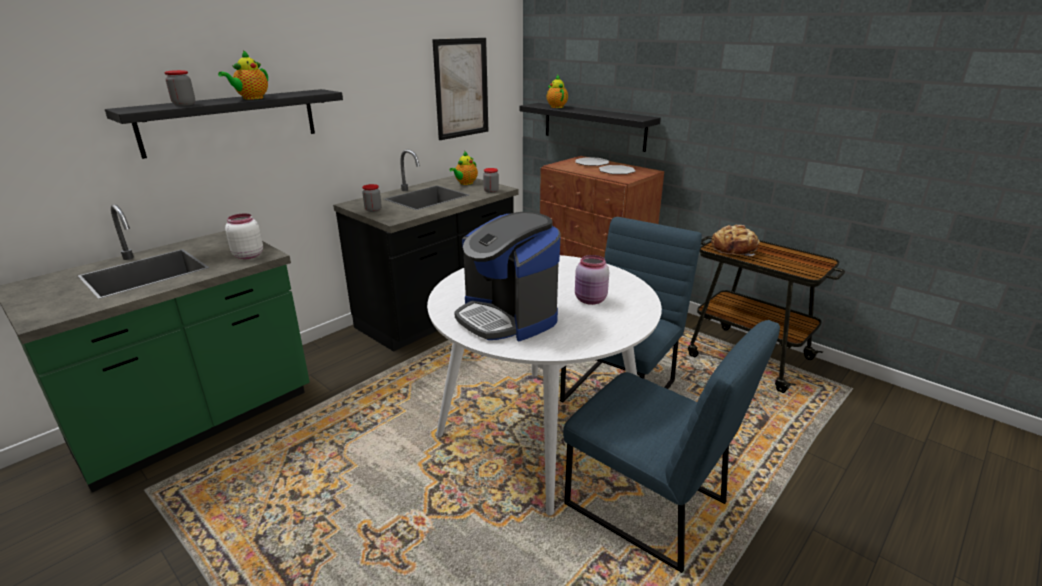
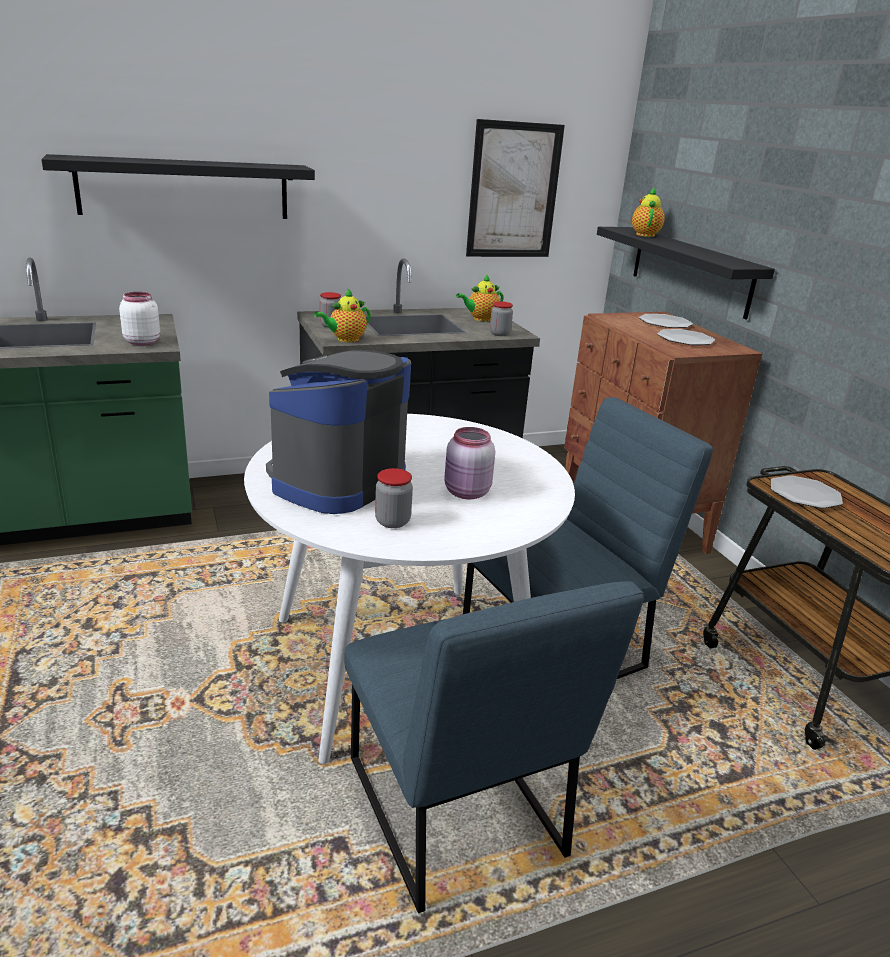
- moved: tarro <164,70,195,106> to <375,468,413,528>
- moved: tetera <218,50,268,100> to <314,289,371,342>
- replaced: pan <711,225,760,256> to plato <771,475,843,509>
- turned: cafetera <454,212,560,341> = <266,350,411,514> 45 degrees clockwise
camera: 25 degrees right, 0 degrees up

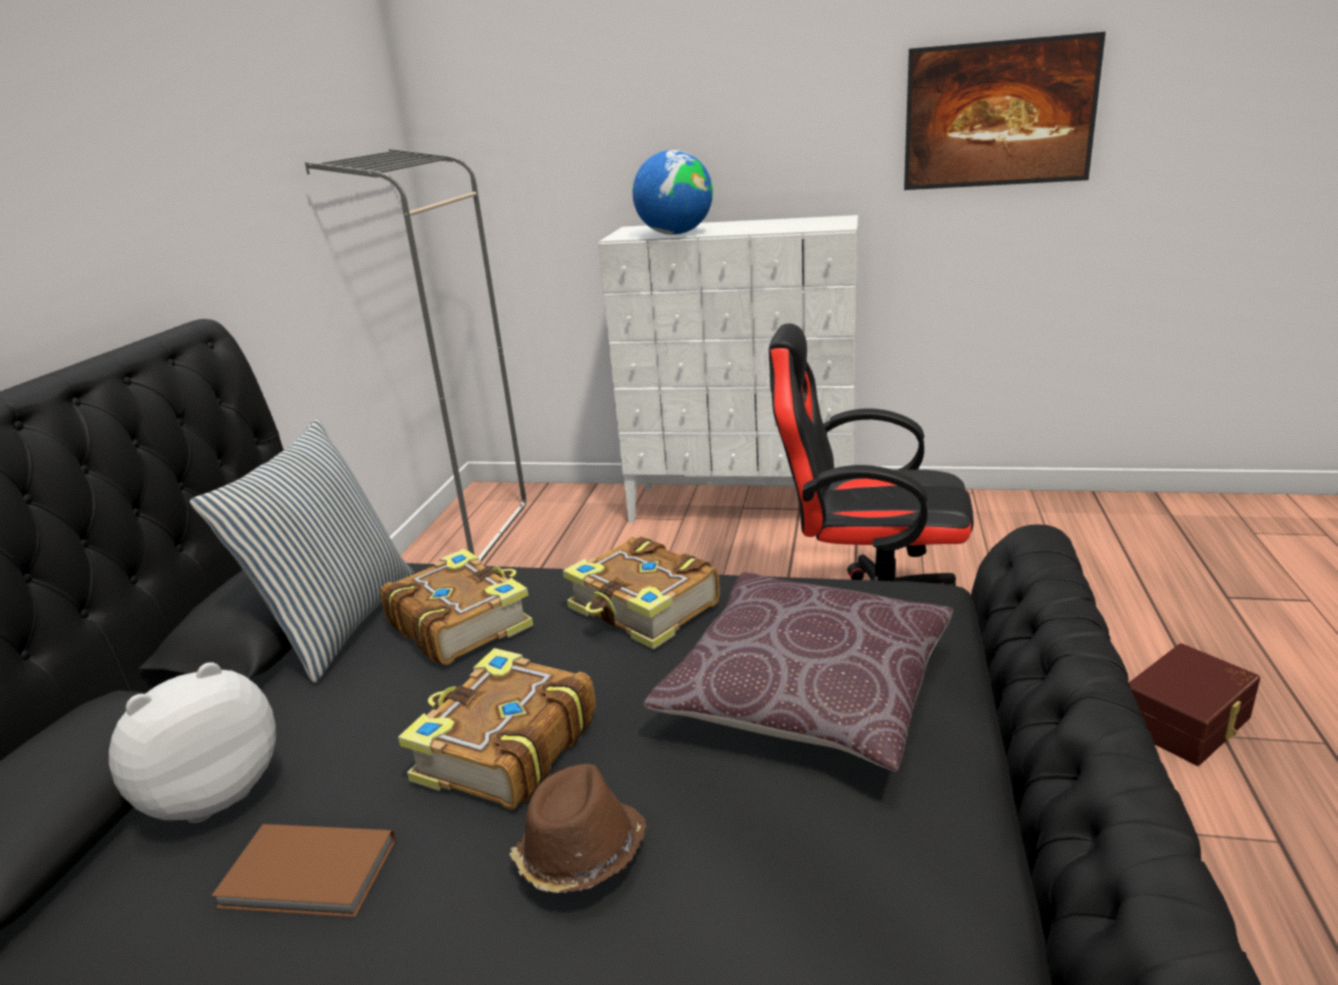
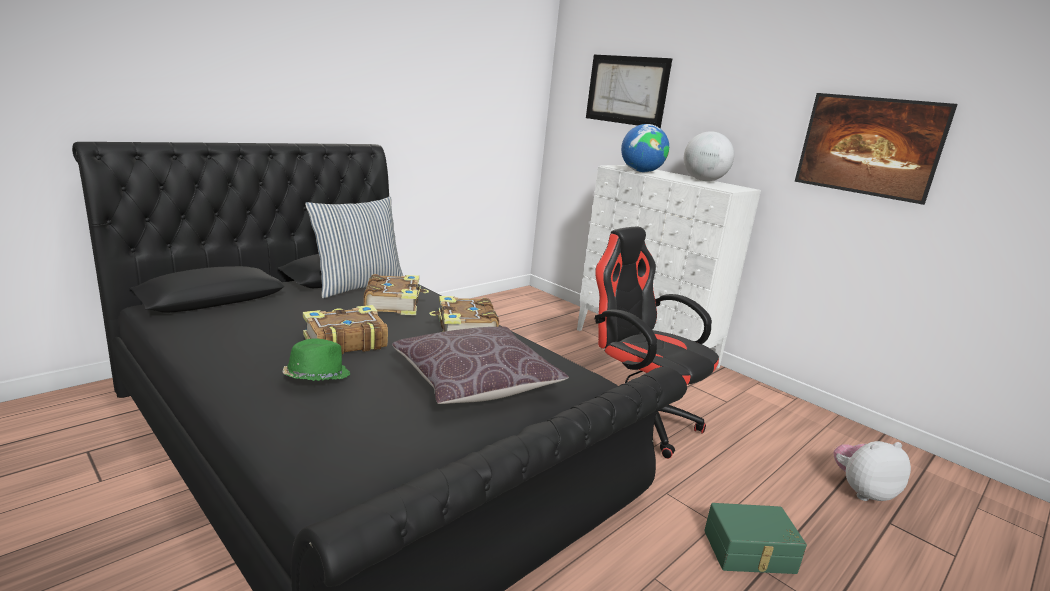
- removed: libro [marrón] <211,824,395,917>
- removed: perchero [gris] <305,149,526,562>
- added: cuadro <586,55,672,129>
- added: globo terráqueo <684,131,734,181>
- moved: peluche <109,662,276,823> to <833,441,911,501>
- recoloured: sombrero [marrón] <509,764,646,893> to sombrero [verde] <282,338,350,381>
- recoloured: caja de almacenaje [marrón] <1129,643,1260,766> to caja de almacenaje [verde] <704,503,807,574>
camera: 30 degrees right, 5 degrees down

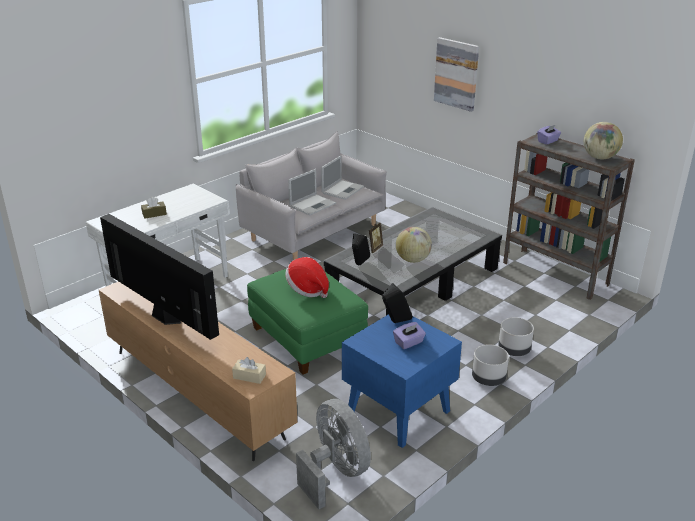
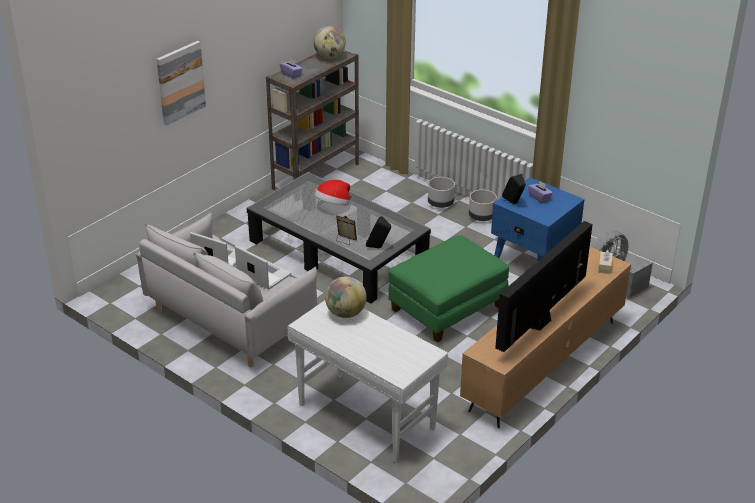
- removed: caja de pañuelos [marrón] <141,197,167,219>
- moved: sombrero <285,257,329,298> to <314,180,350,206>
- moved: globo terráqueo <396,227,432,263> to <325,276,367,318>
camera: 95 degrees left, 5 degrees up

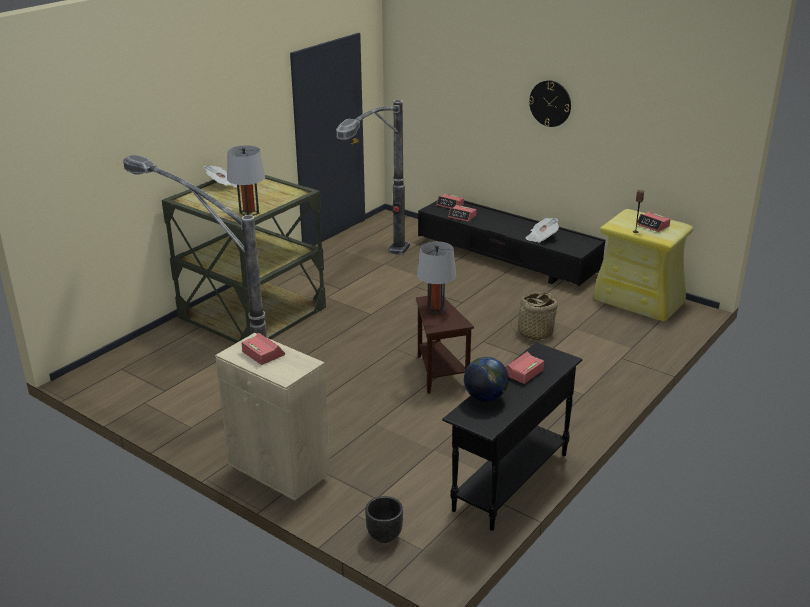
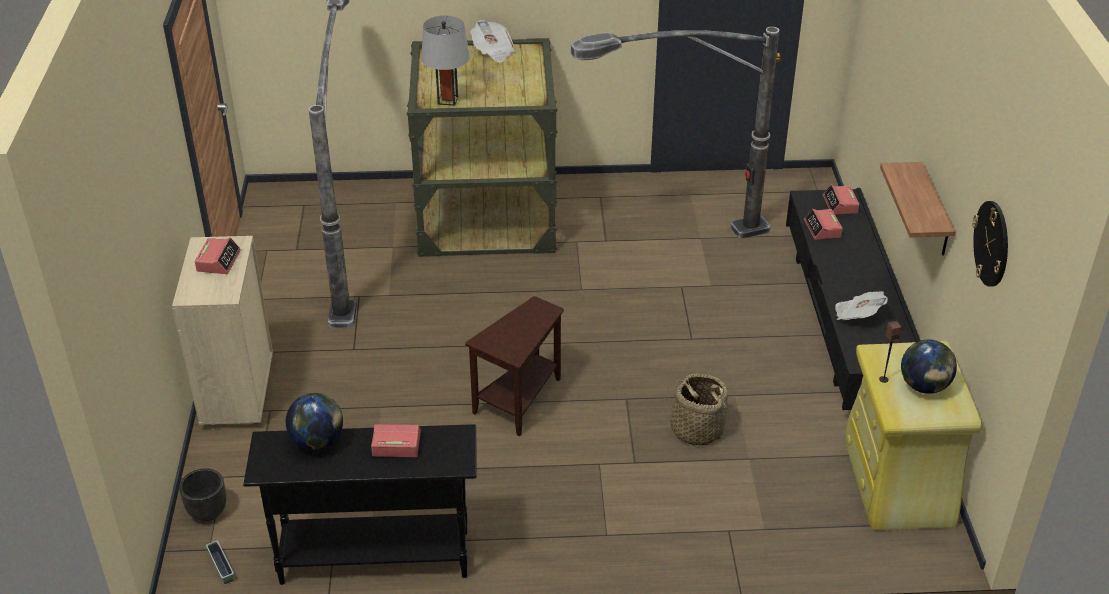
- removed: lámpara de mesa [gris] <417,241,456,314>
- added: maceta <206,541,234,584>
- added: estante <880,162,955,255>
- moved: reloj de pared <529,80,571,127> to <972,201,1008,287>
- replaced: despertador <637,212,671,232> to globo terráqueo <901,340,957,394>
camera: 50 degrees right, 10 degrees up

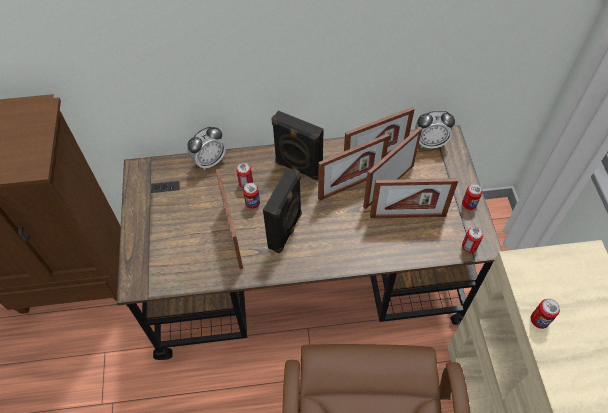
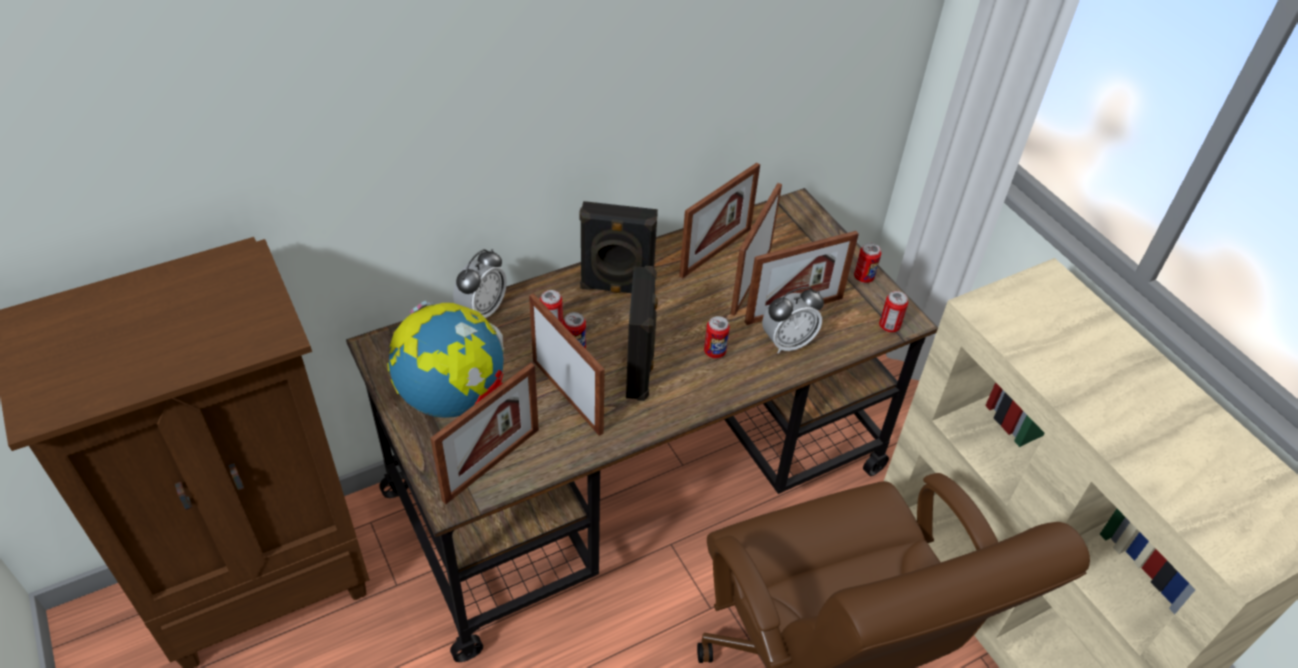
- added: globo terráqueo <387,301,504,418>
- moved: portarretratos <318,133,389,201> to <430,363,539,504>
- moved: despertador <415,110,455,148> to <762,287,824,354>
- moved: lata <530,299,560,329> to <704,316,730,358>
camera: 25 degrees left, 10 degrees down

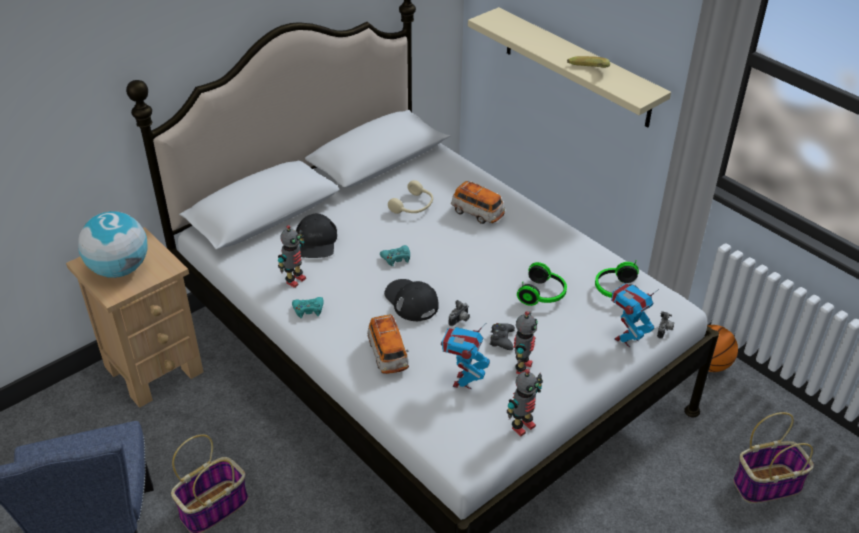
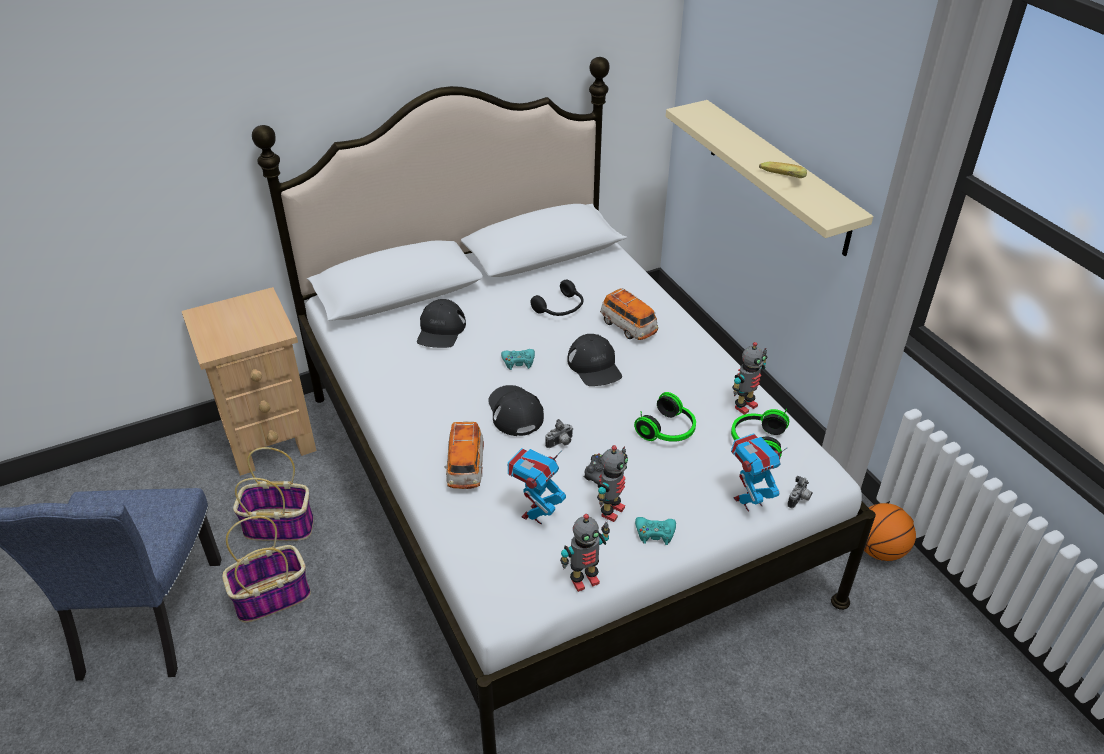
- removed: globo terráqueo <78,211,148,278>
- added: gorra [negro] <567,334,622,386>
- moved: robot de juguete <278,225,306,288> to <732,342,767,415>
- moved: mando de consola [turquesa] <292,297,324,318> to <635,517,676,545>
- moved: cesta <733,412,814,503> to <233,447,314,541>
- recoloured: auriculares [beis] <388,180,433,214> to auriculares [negro] <531,280,584,316>
camera: 15 degrees right, 0 degrees up

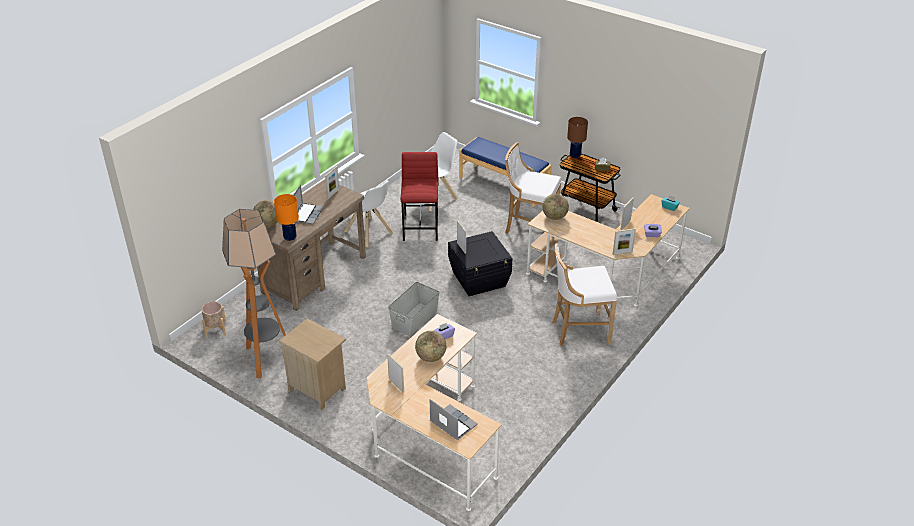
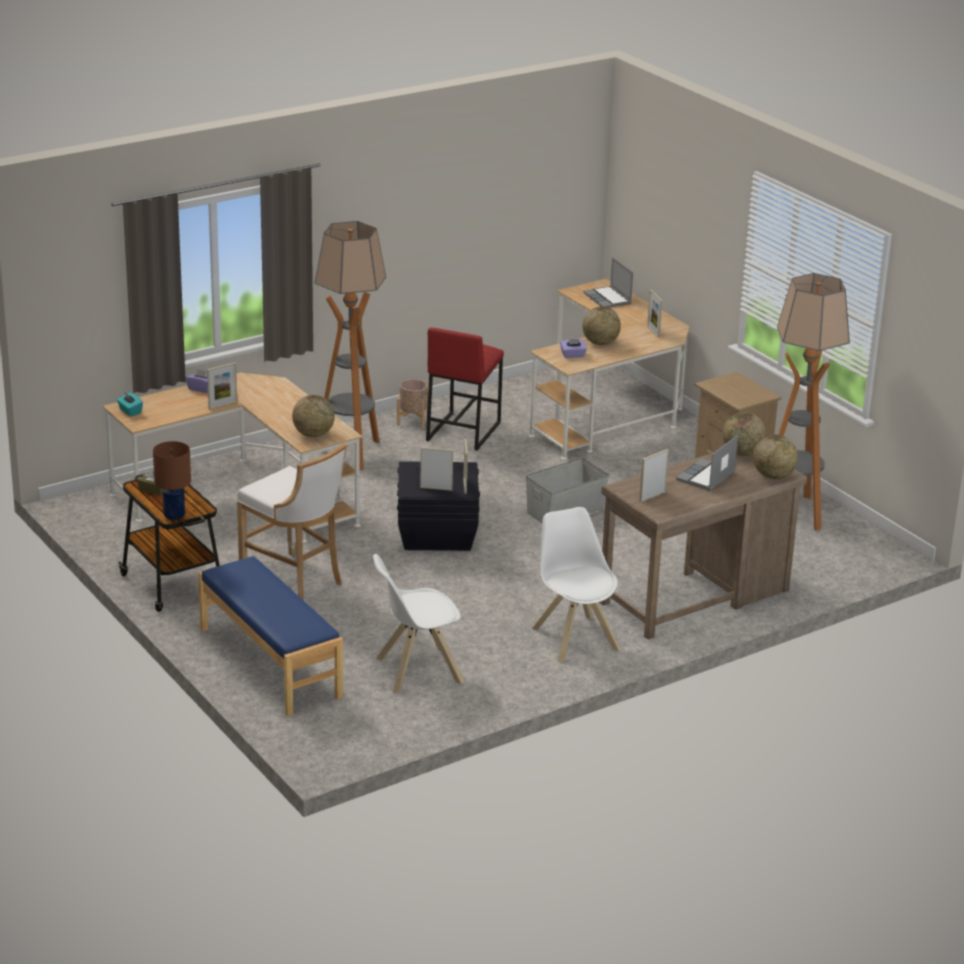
- moved: maceta [beis] <201,301,226,337> to <397,379,428,429>
- moved: taburete [rojo] <401,152,438,241> to <426,328,504,451>
- moved: portarretratos <613,228,636,255> to <420,447,453,491>
- replaced: lámpara de mesa [naranja] <274,194,299,241> to globo terráqueo <722,412,766,456>
- replaced: taburete [blanco] <552,243,617,346> to lámpara de pie <315,221,386,471>
camera: 160 degrees left, 10 degrees down

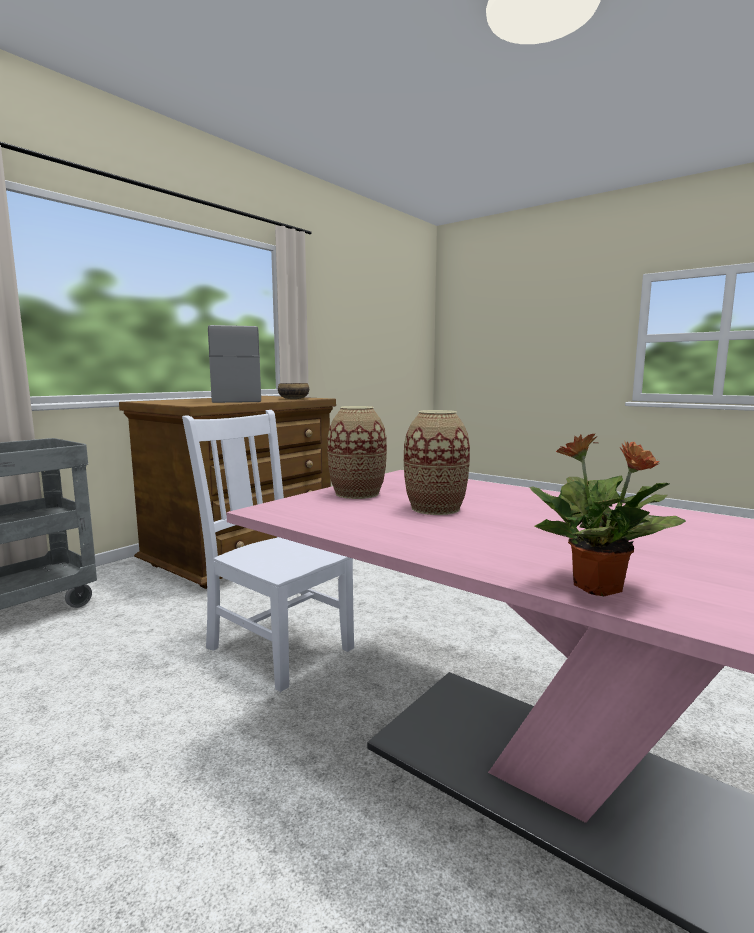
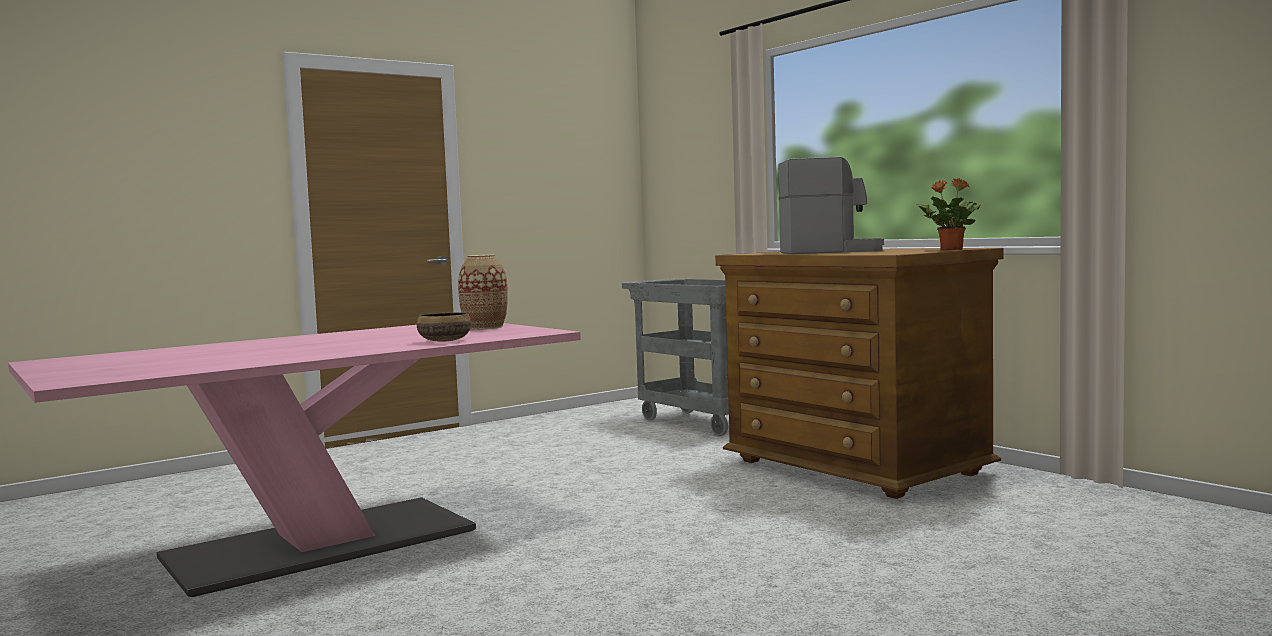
- removed: silla [blanco] <182,410,354,692>
- removed: florero <404,410,470,515>
- moved: cuenco <278,383,309,399> to <417,312,471,342>
- moved: planta en maceta <529,434,686,596> to <916,178,985,250>
camera: 105 degrees right, 5 degrees down

